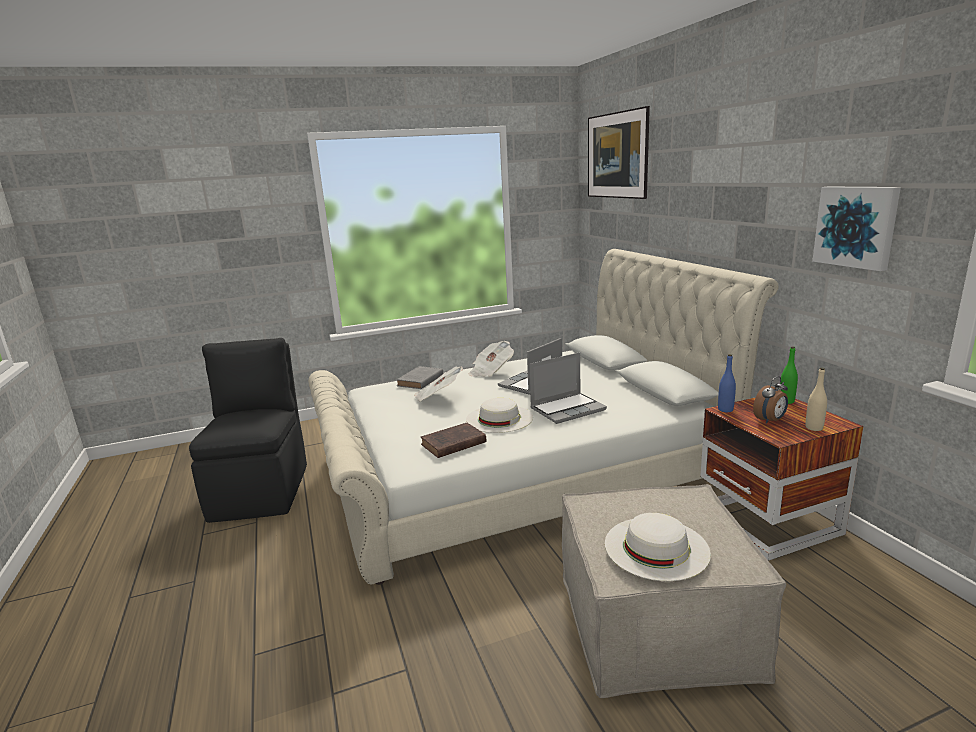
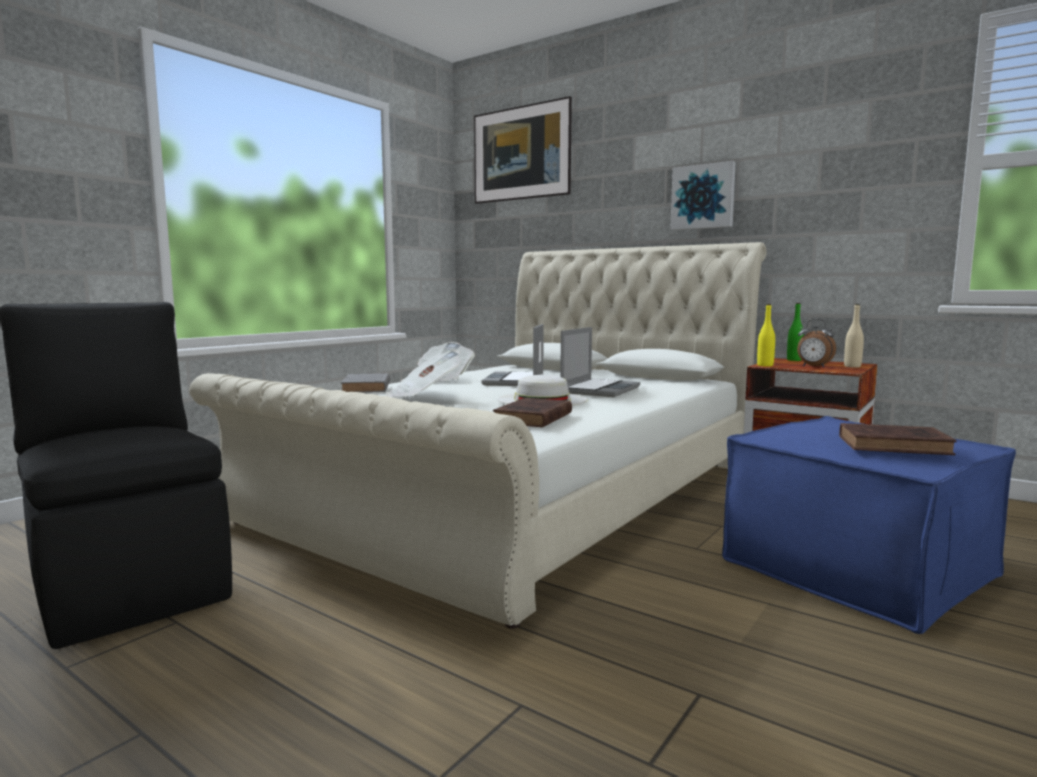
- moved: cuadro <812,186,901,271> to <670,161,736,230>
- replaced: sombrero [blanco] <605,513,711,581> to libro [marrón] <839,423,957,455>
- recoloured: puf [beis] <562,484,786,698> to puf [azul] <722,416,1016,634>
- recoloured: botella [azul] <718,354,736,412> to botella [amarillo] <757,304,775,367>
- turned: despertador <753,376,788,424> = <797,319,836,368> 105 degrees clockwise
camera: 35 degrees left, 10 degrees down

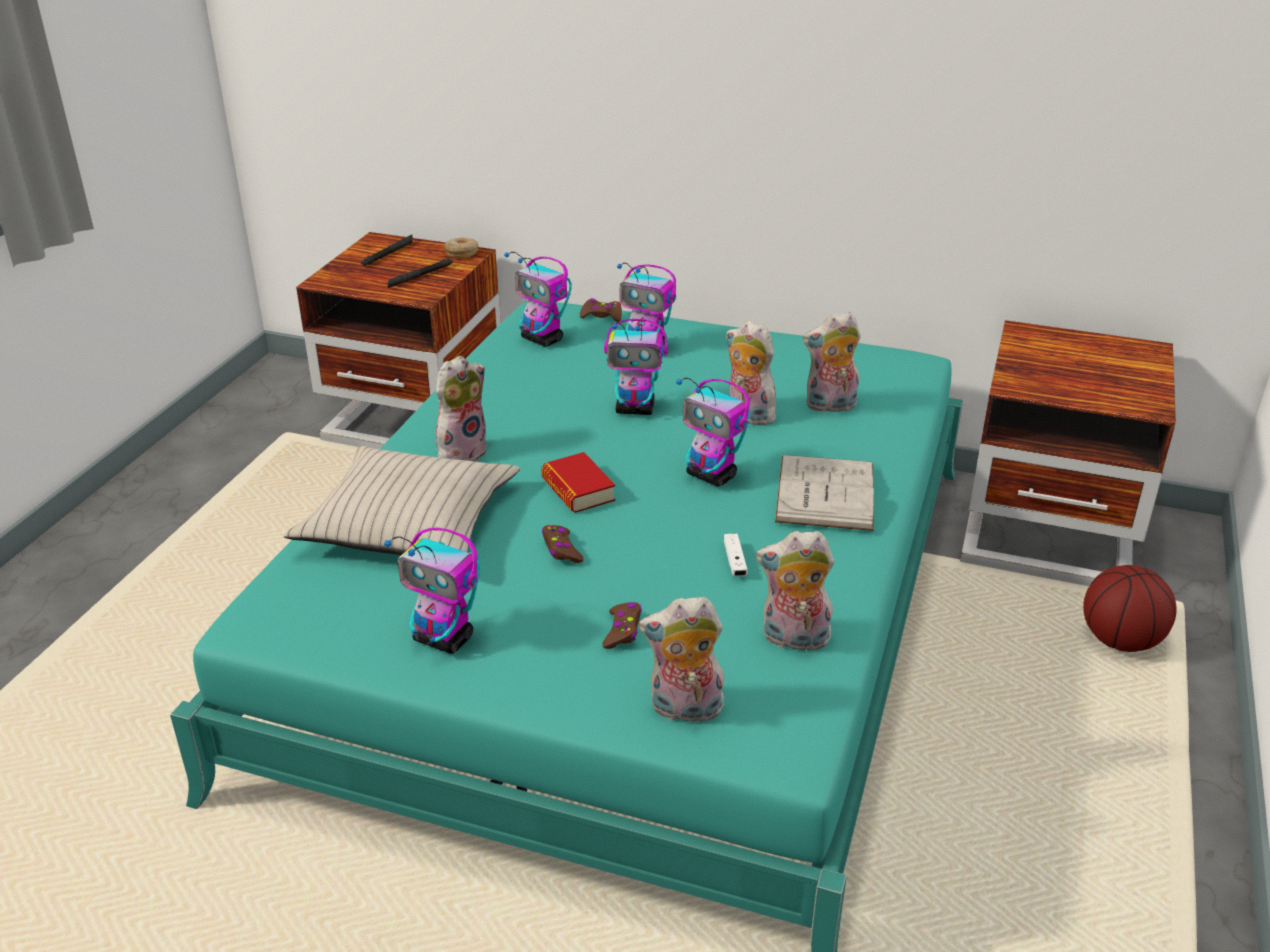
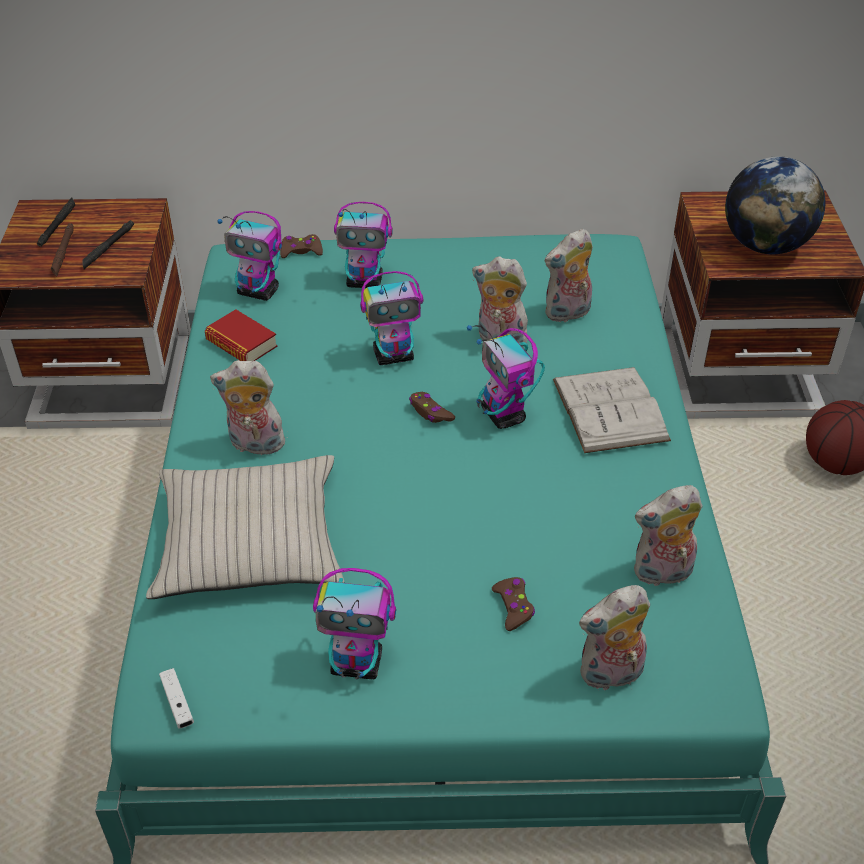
- removed: rosquilla <444,237,478,258>
- added: linterna [marrón] <51,223,74,277>
- added: globo terráqueo <725,156,826,254>
- moved: libro <541,452,615,513> to <205,309,278,361>
- moved: mando de consola [marrón] <542,525,584,563> to <409,392,455,423>
- moved: mando de consola [blanco] <724,533,747,577> to <159,668,194,729>
- turned: peluche <436,356,487,462> = <210,360,285,455> 105 degrees counterclockwise
- turned: robot de juguete <676,378,750,487> = <467,325,545,429> 45 degrees clockwise
camera: 20 degrees left, 10 degrees up

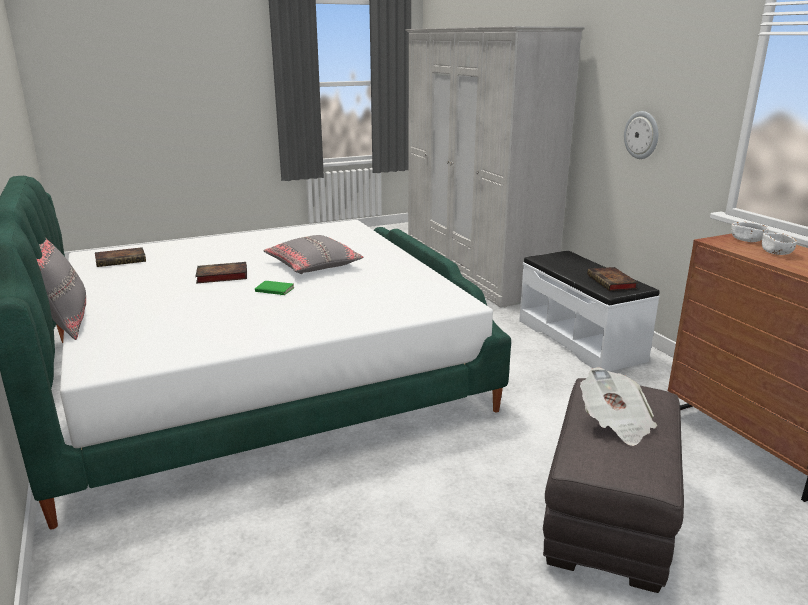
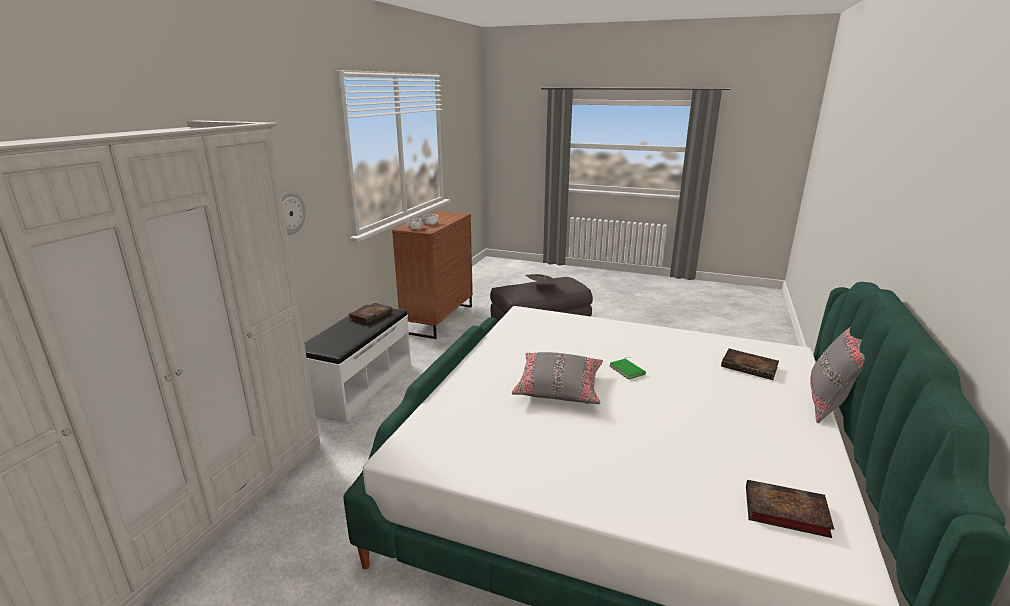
- moved: libro <195,262,247,284> to <721,349,779,380>
camera: 135 degrees left, 0 degrees up

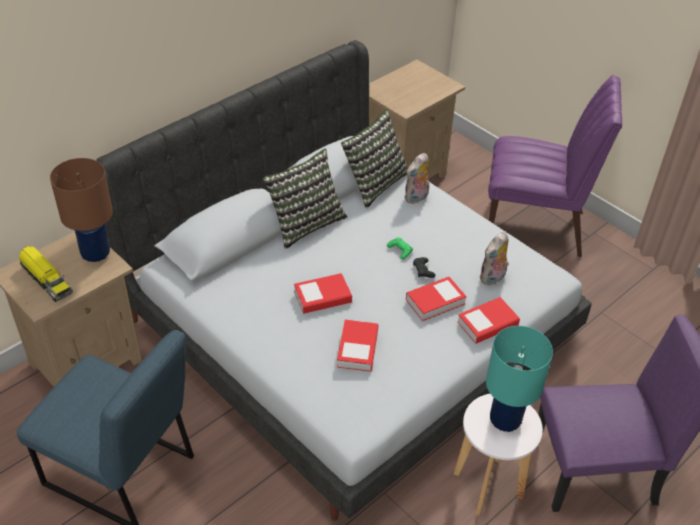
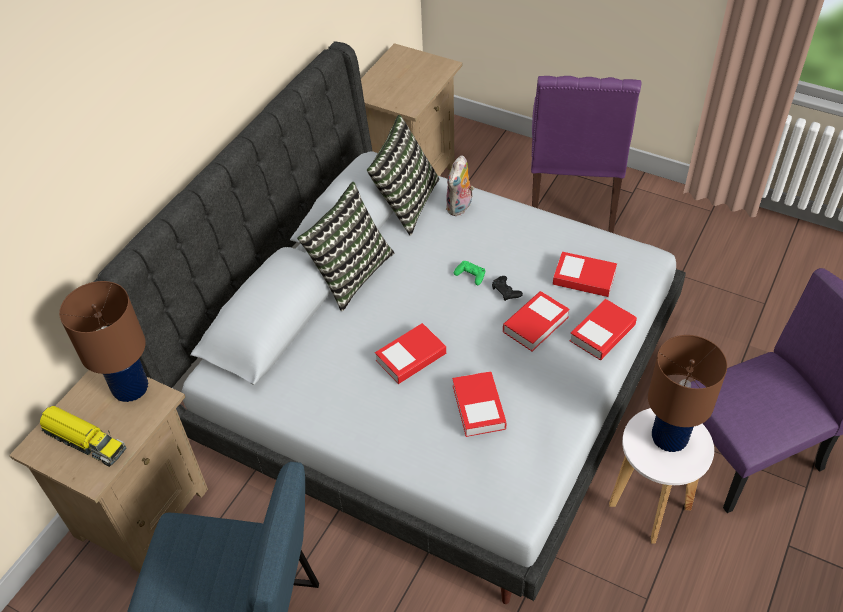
- replaced: peluche <479,232,509,285> to libro <553,252,617,297>
- recoloured: lámpara de mesa [turquesa] <486,326,553,432> to lámpara de mesa [marrón] <648,335,727,452>
- turned: silla [morado] <488,75,622,257> = <531,76,641,233> 105 degrees clockwise
camera: 15 degrees left, 5 degrees up

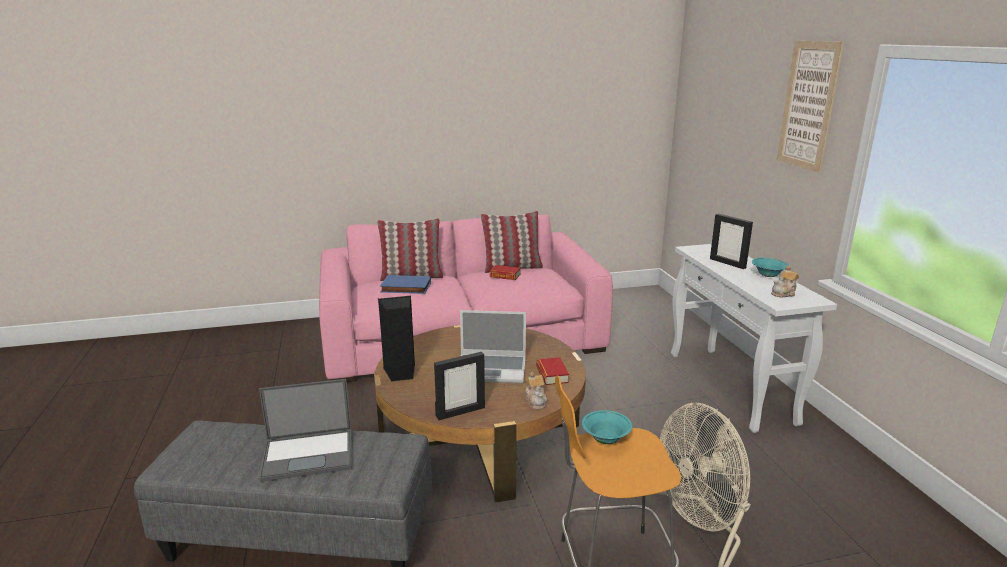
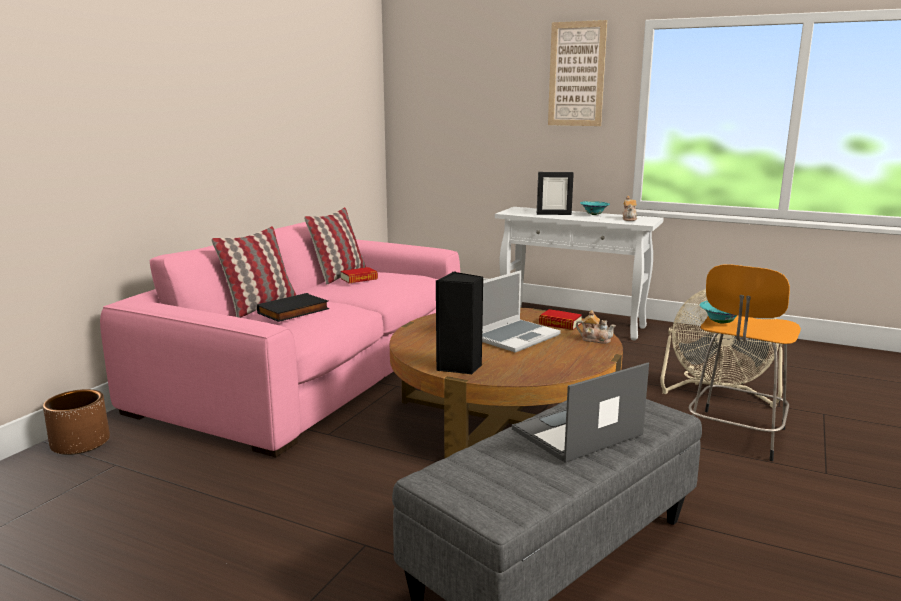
- removed: portarretratos <434,352,485,420>
- added: maceta [marrón] <43,389,110,455>
- recoloured: libro [azul] <380,275,431,294> to libro [negro] <257,293,329,322>
- turned: portátil <259,379,352,482> = <512,363,649,463> 150 degrees counterclockwise
camera: 50 degrees left, 5 degrees down

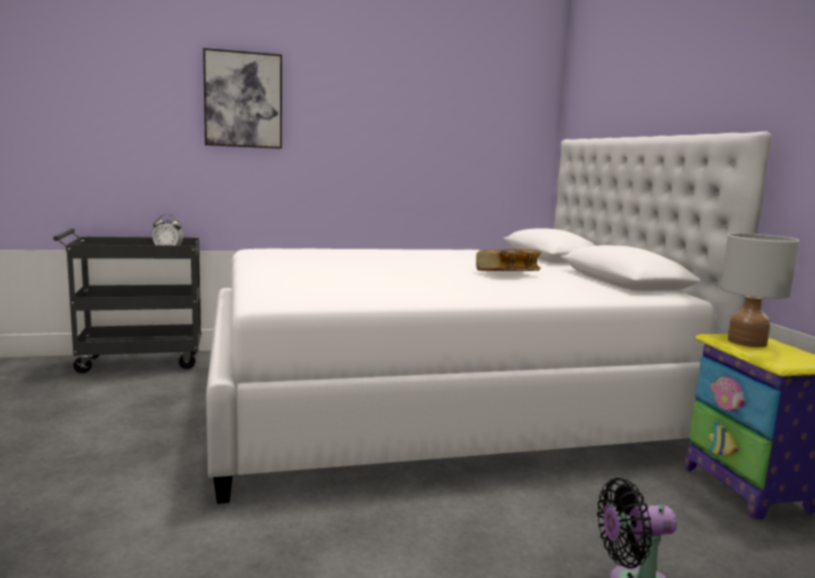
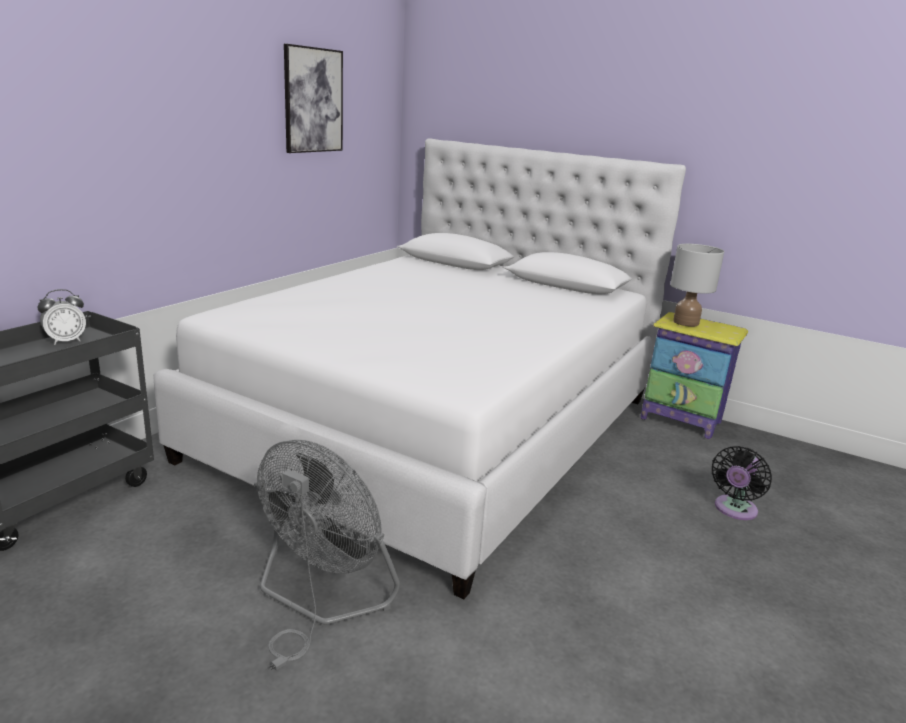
- removed: libro <476,249,541,271>
- added: ventilador [gris] <254,440,400,671>
- moved: cuadro <203,48,282,149> to <284,44,343,153>
camera: 45 degrees left, 10 degrees up

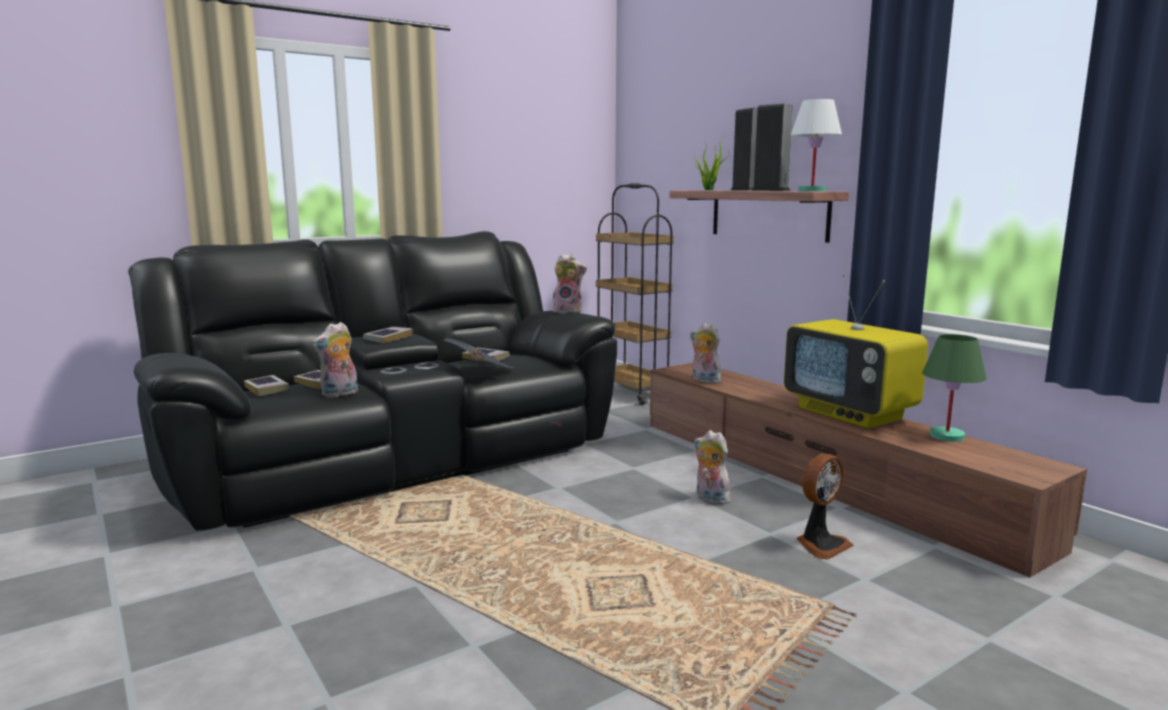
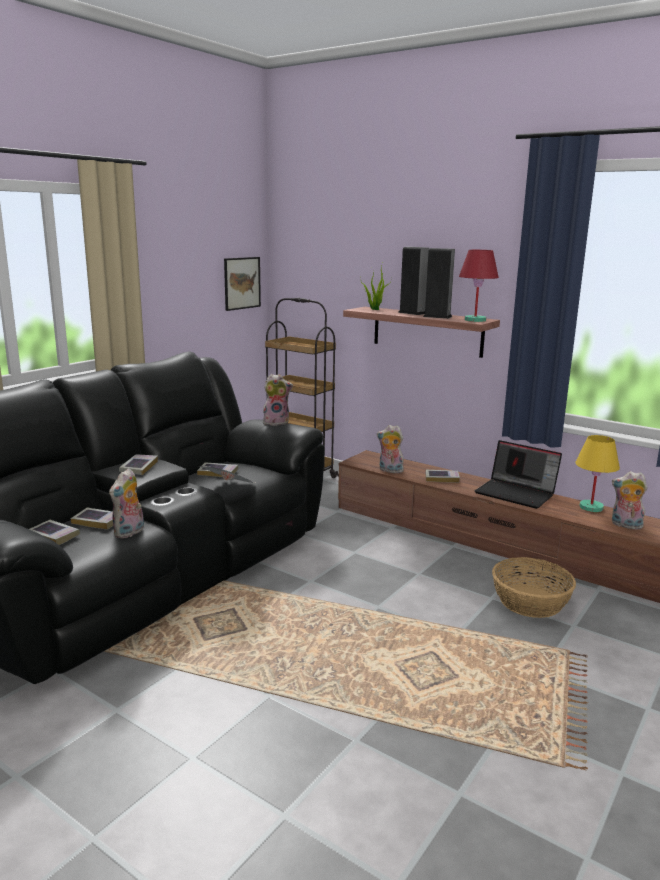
- added: cuadro <224,257,261,311>
- added: libro <426,470,460,483>
- moved: peluche <694,430,732,504> to <612,471,647,530>
- replaced: televisor <784,274,928,428> to portátil <475,440,562,509>
- replaced: ventilador <797,454,854,560> to cesta <492,557,576,618>
- recoloured: lámpara de mesa [blanco] <790,99,842,191> to lámpara de mesa [rojo] <459,250,499,322>
- recoloured: lámpara de mesa [verde] <922,334,987,442> to lámpara de mesa [amarillo] <575,435,620,512>
camera: 20 degrees left, 5 degrees up

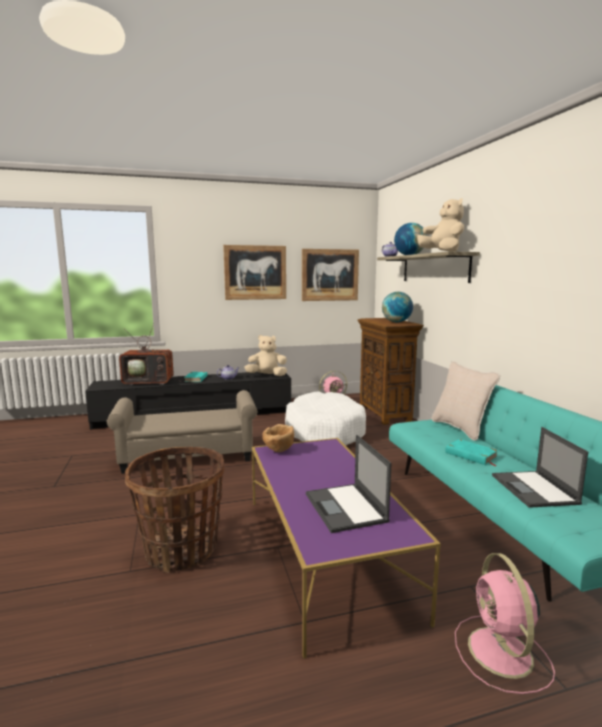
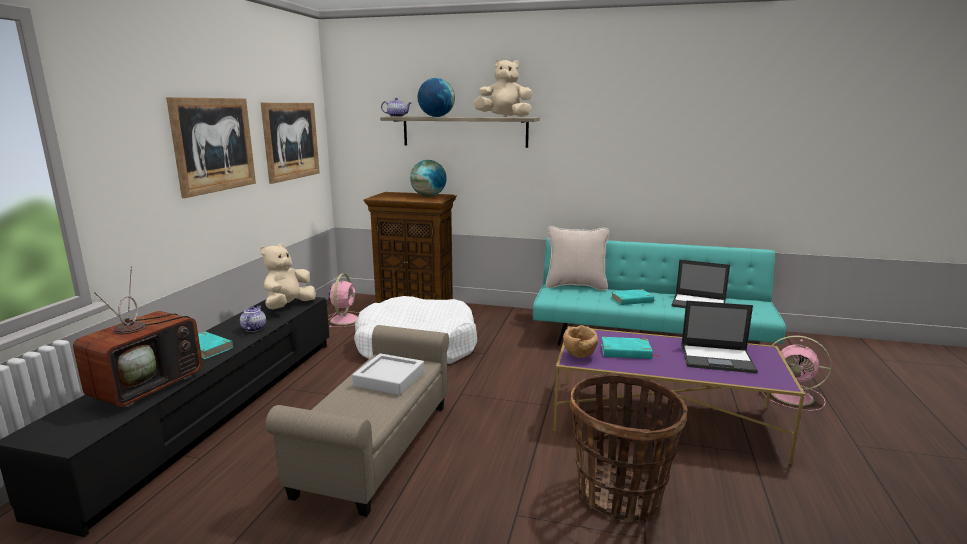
- added: bandeja [gris] <352,353,424,395>
- added: libro [turquesa] <601,337,659,359>
camera: 60 degrees left, 5 degrees up

